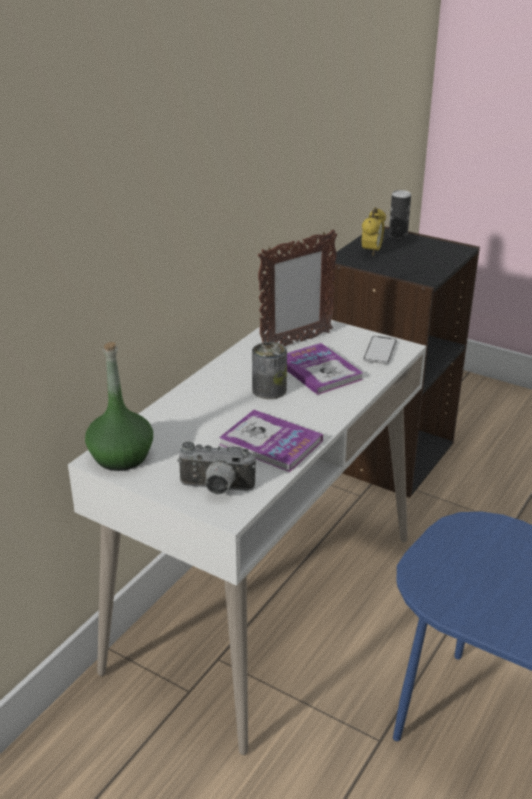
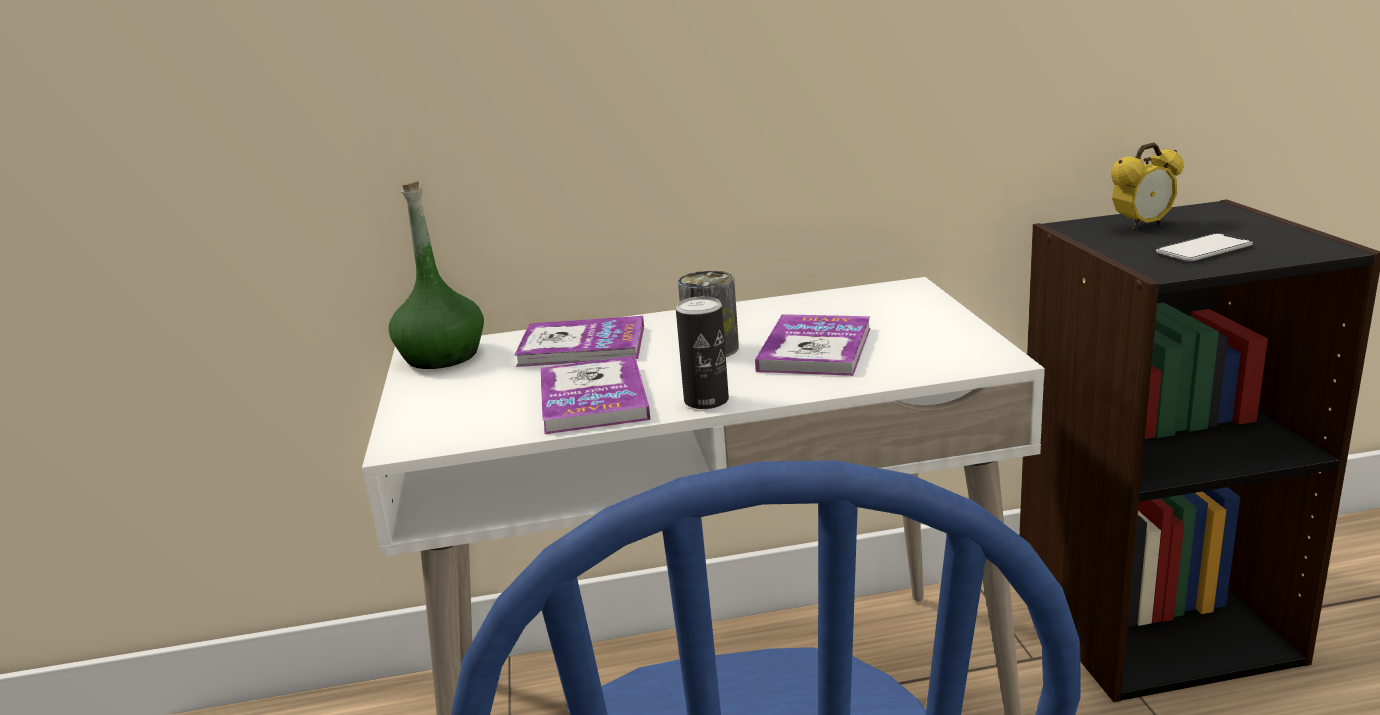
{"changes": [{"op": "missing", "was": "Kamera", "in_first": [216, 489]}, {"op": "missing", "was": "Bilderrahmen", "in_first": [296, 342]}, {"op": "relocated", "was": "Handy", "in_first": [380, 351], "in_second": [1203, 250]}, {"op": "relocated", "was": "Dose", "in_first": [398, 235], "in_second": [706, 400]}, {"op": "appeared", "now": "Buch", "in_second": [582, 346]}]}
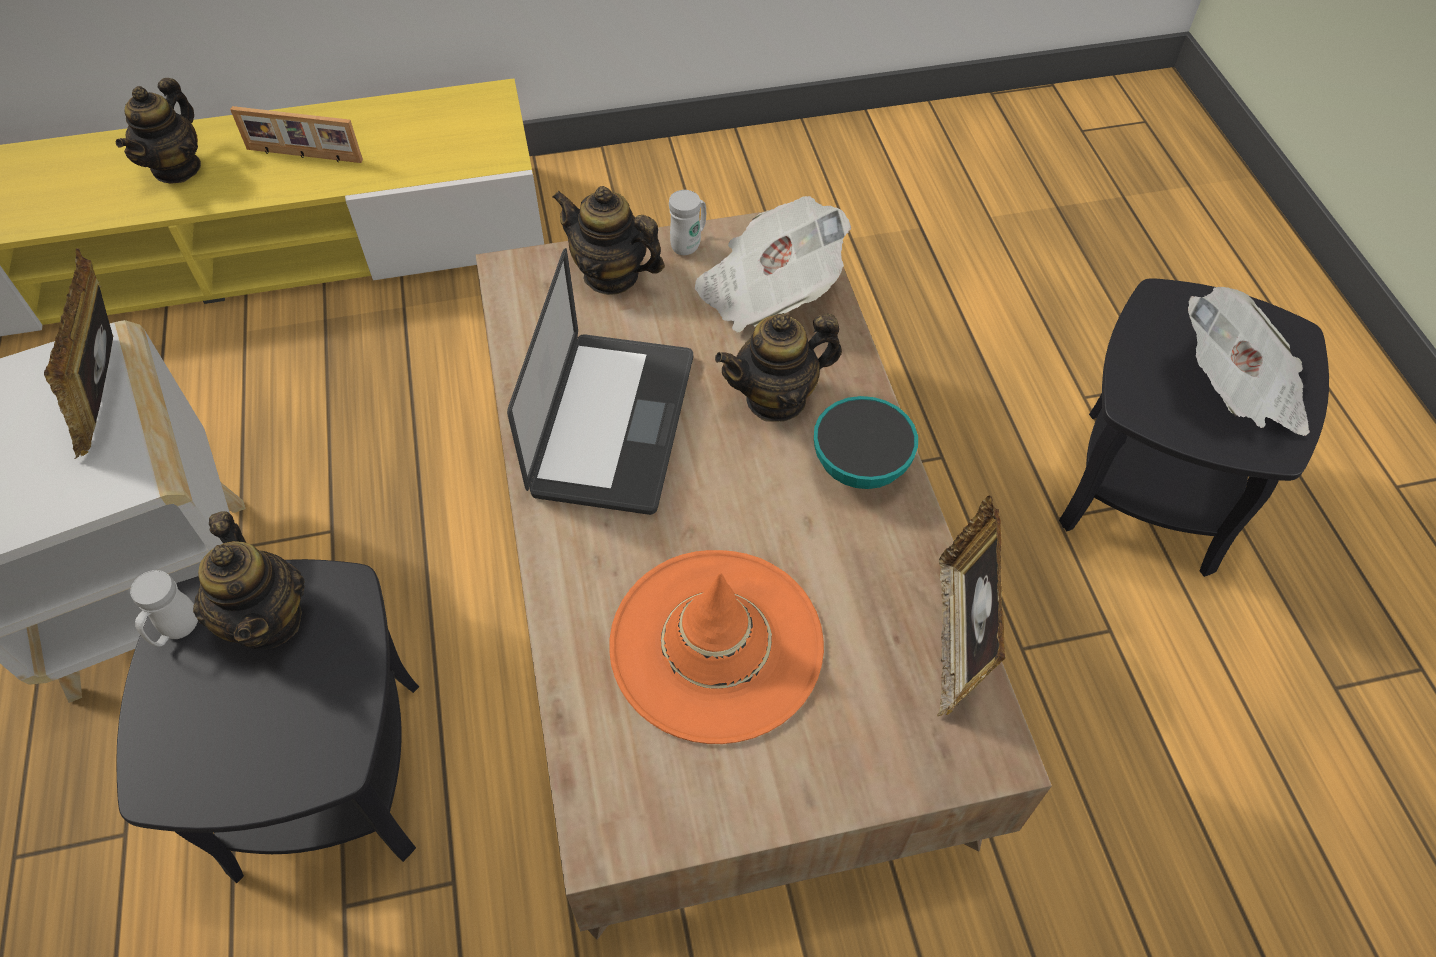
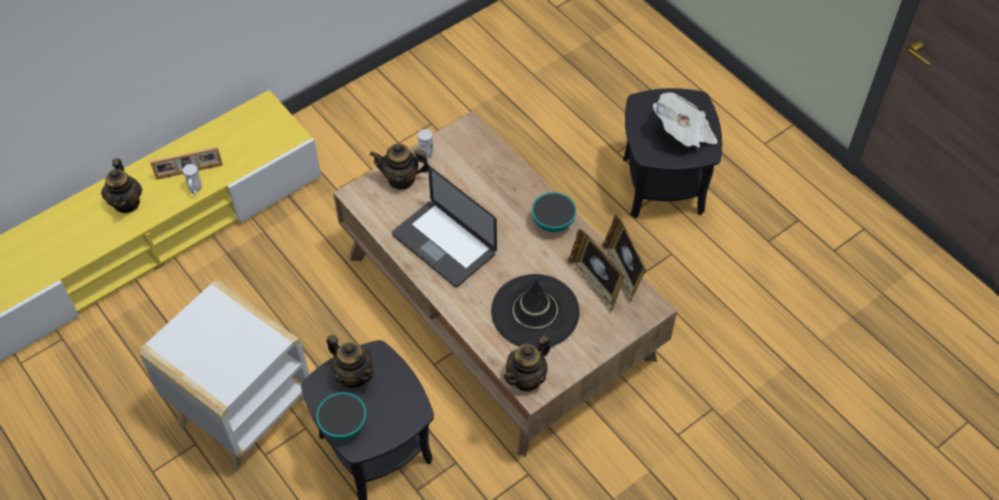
{"changes": [{"op": "relocated", "was": "Bilderrahmen", "in_first": [111, 394], "in_second": [595, 284]}, {"op": "relocated", "was": "Henkelbecher/weiß", "in_first": [177, 631], "in_second": [195, 189]}, {"op": "spun", "was": "Laptop", "in_first": [613, 424], "in_second": [444, 244], "clockwise": 150}, {"op": "colour", "was": "Hut/orange", "now": "Hut/schwarz", "in_first": [716, 644], "in_second": [535, 312]}, {"op": "missing", "was": "Zeitung", "in_first": [768, 291]}, {"op": "relocated", "was": "Teekanne", "in_first": [776, 398], "in_second": [527, 378]}, {"op": "appeared", "now": "Schüssel", "in_second": [343, 425]}]}
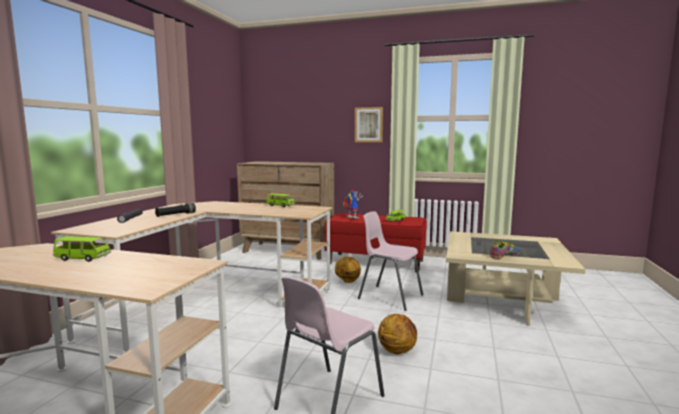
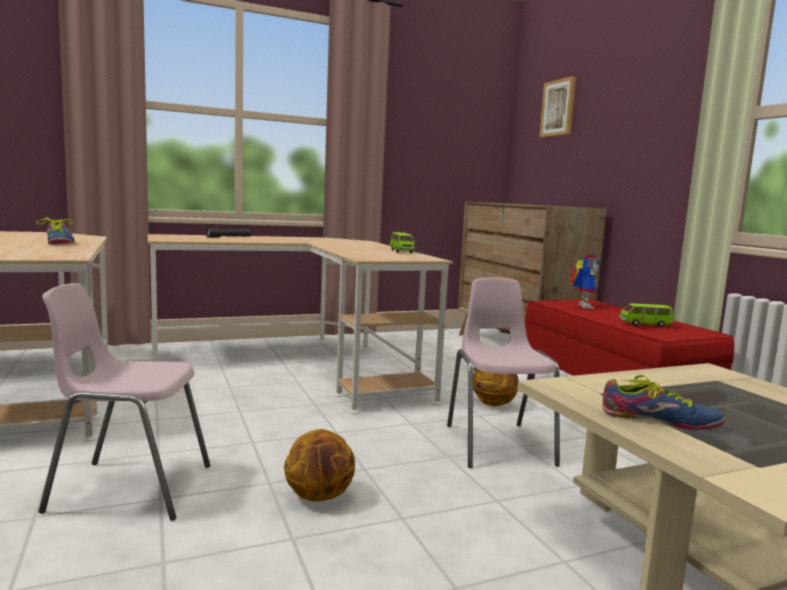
{"changes": [{"op": "exchanged", "was": "Spielzeugauto/grün", "now": "Schuh", "in_first": [83, 258], "in_second": [59, 243]}, {"op": "missing", "was": "Taschenlampe/schwarz", "in_first": [176, 215]}, {"op": "relocated", "was": "Bild", "in_first": [368, 124], "in_second": [558, 108]}]}
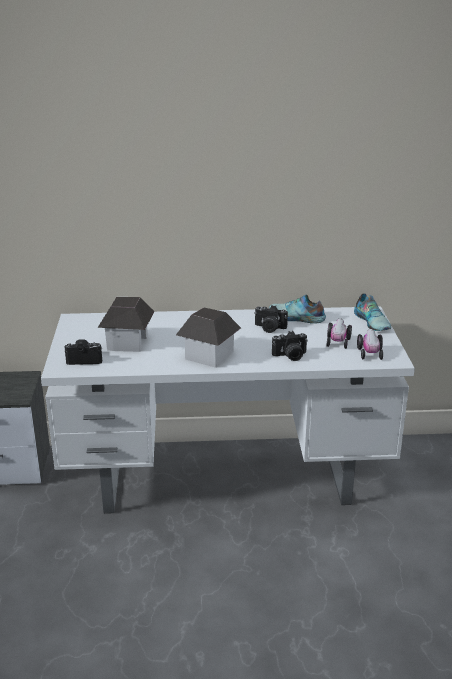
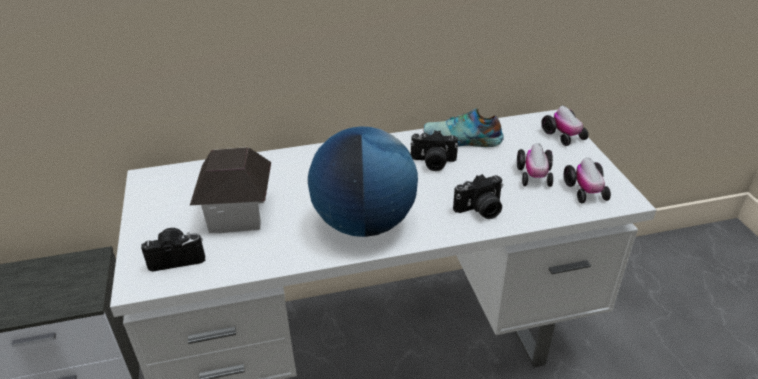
{"changes": [{"op": "exchanged", "was": "Spielzeughaus", "now": "Globus", "in_first": [209, 355], "in_second": [364, 223]}, {"op": "exchanged", "was": "Schuh", "now": "Spielzeugauto", "in_first": [373, 321], "in_second": [563, 135]}]}
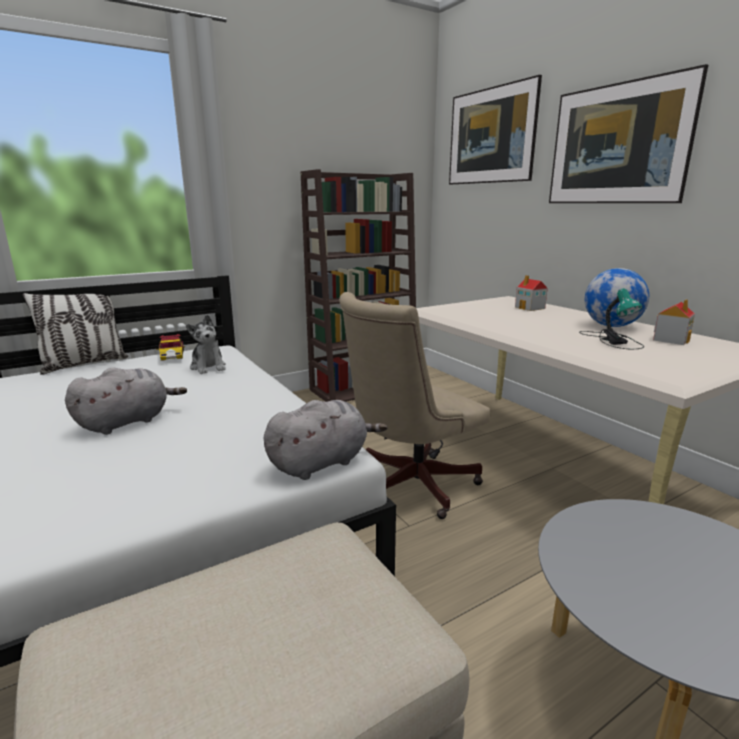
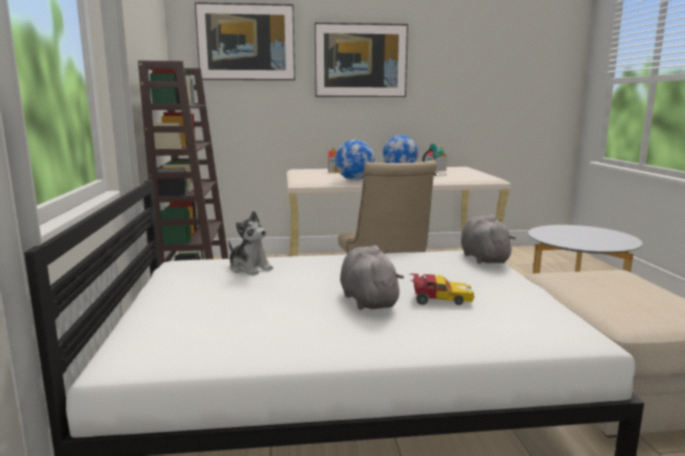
{"changes": [{"op": "missing", "was": "Kissen", "in_first": [84, 364]}, {"op": "relocated", "was": "Spielzeugauto", "in_first": [172, 355], "in_second": [439, 299]}, {"op": "spun", "was": "Plüschtier", "in_first": [208, 367], "in_second": [249, 268], "clockwise": 45}, {"op": "appeared", "now": "Globus", "in_second": [354, 180]}]}
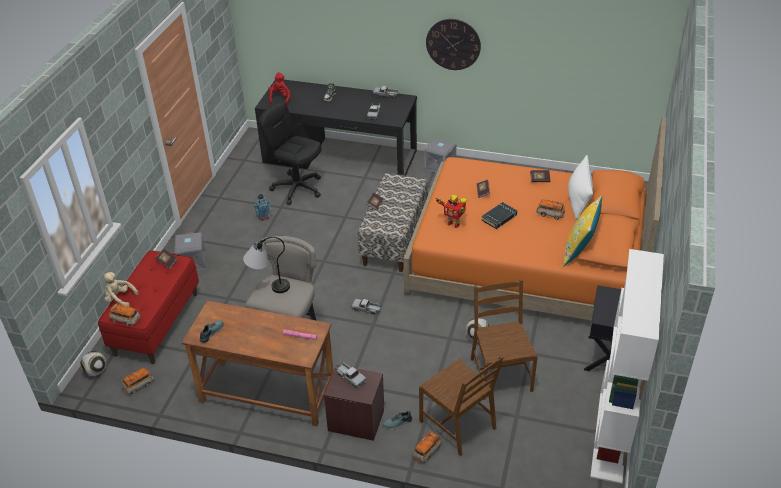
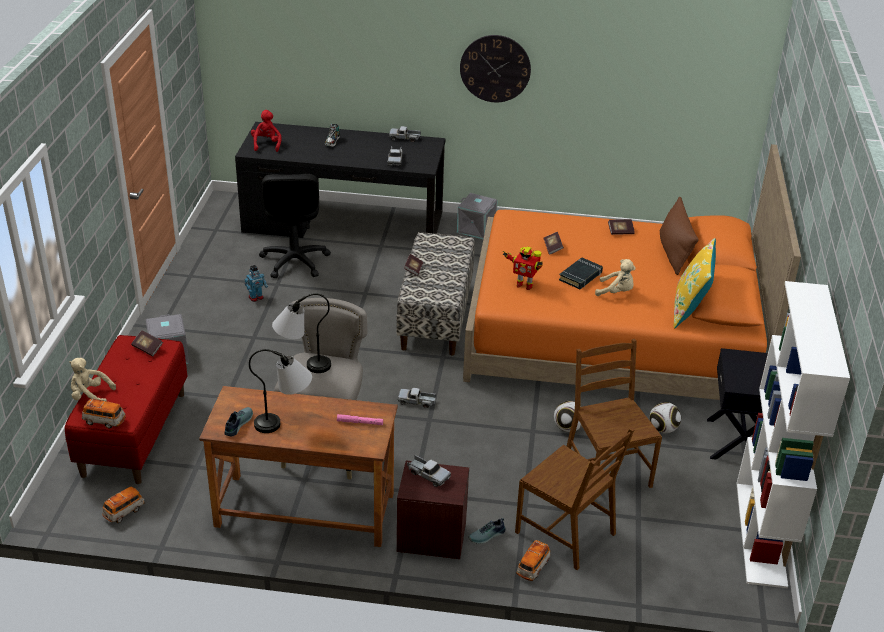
{"changes": [{"op": "relocated", "was": "Fußball", "in_first": [96, 371], "in_second": [662, 429]}, {"op": "spun", "was": "Bürostuhl/schwarz", "in_first": [297, 188], "in_second": [294, 261], "clockwise": -120}, {"op": "missing", "was": "Spielzeugauto", "in_first": [550, 214]}, {"op": "colour", "was": "Kissen/weiß", "now": "Kissen/braun", "in_first": [578, 199], "in_second": [674, 252]}, {"op": "appeared", "now": "Tischlampe", "in_second": [285, 422]}, {"op": "appeared", "now": "Plüschtier/beige", "in_second": [616, 292]}]}
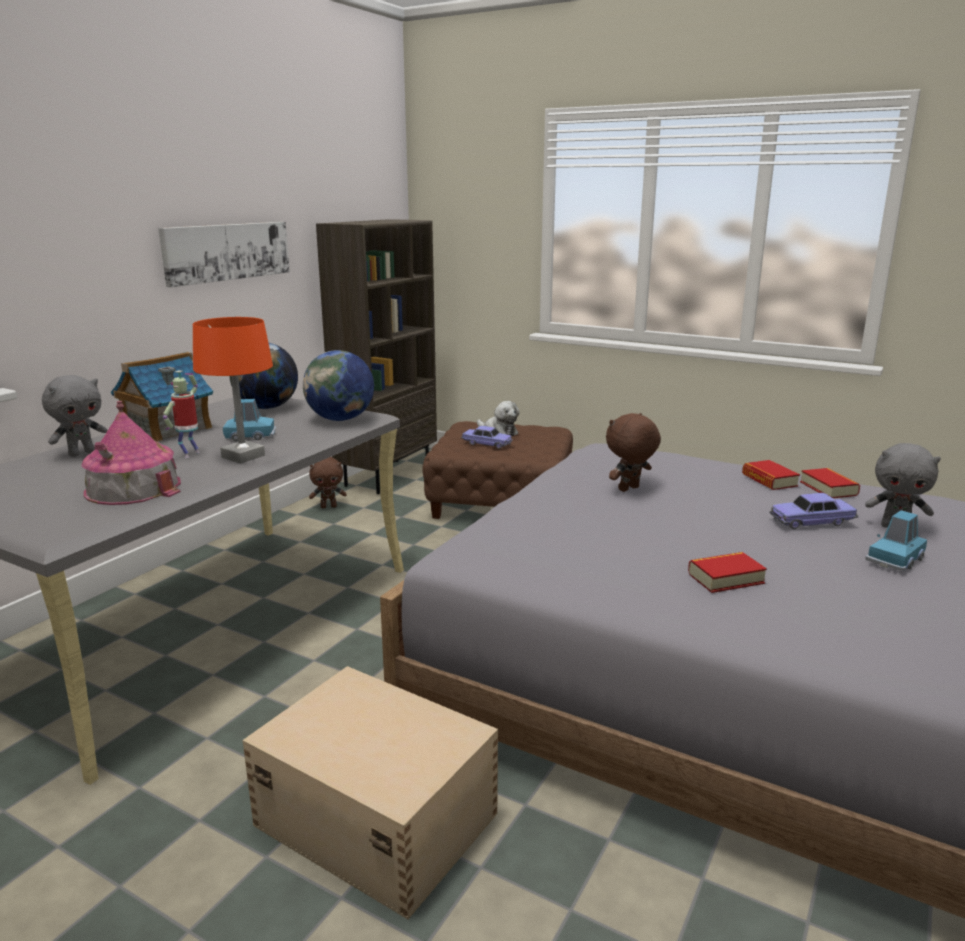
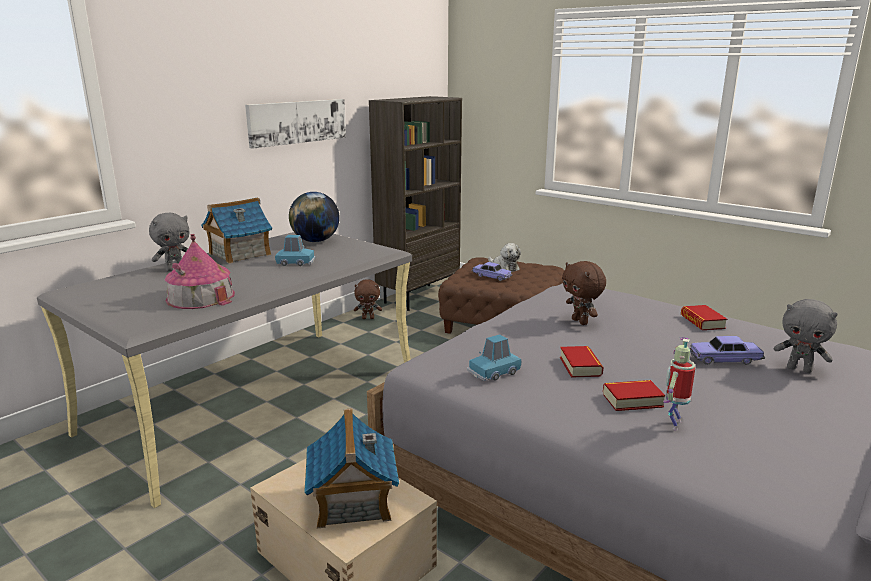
{"changes": [{"op": "relocated", "was": "Spielzeugroboter", "in_first": [190, 454], "in_second": [673, 424]}, {"op": "missing", "was": "Tischlampe/orange", "in_first": [243, 456]}, {"op": "missing", "was": "Globus", "in_first": [341, 419]}, {"op": "spun", "was": "Plüschtier/braun", "in_first": [629, 489], "in_second": [580, 322], "clockwise": -90}, {"op": "relocated", "was": "Buch", "in_first": [828, 488], "in_second": [580, 366]}, {"op": "relocated", "was": "Spielzeugauto/blau", "in_first": [895, 559], "in_second": [494, 372]}, {"op": "appeared", "now": "Spielzeughaus", "in_second": [352, 501]}]}
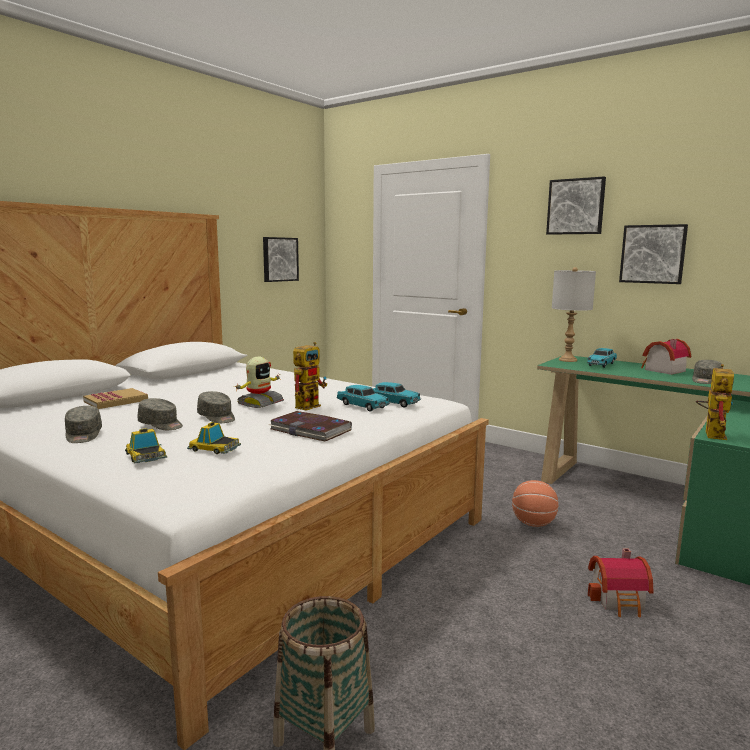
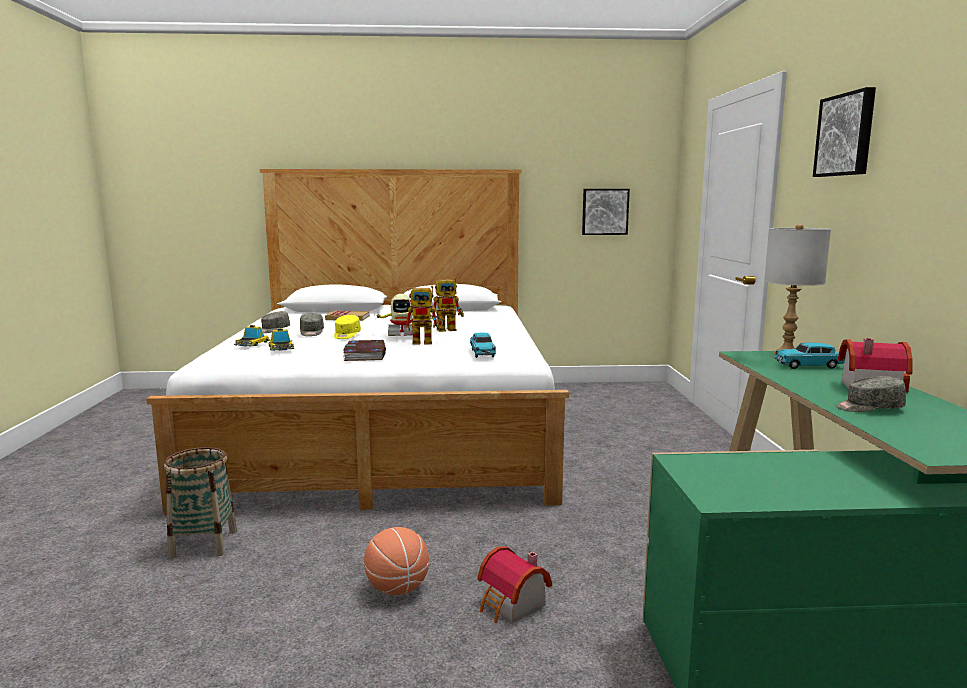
{"changes": [{"op": "colour", "was": "Kappe/grau", "now": "Kappe/gelb", "in_first": [217, 417], "in_second": [346, 335]}, {"op": "missing", "was": "Spielzeugauto/türkis", "in_first": [362, 406]}, {"op": "relocated", "was": "Basketball", "in_first": [533, 523], "in_second": [397, 589]}, {"op": "missing", "was": "Bild", "in_first": [653, 254]}, {"op": "relocated", "was": "Spielzeugroboter", "in_first": [711, 433], "in_second": [450, 329]}]}
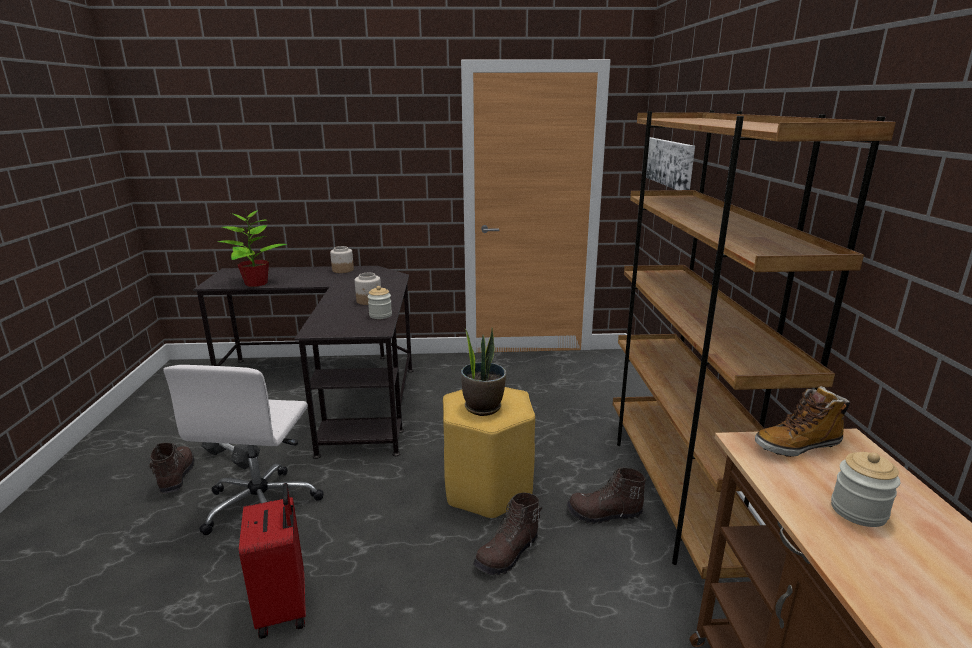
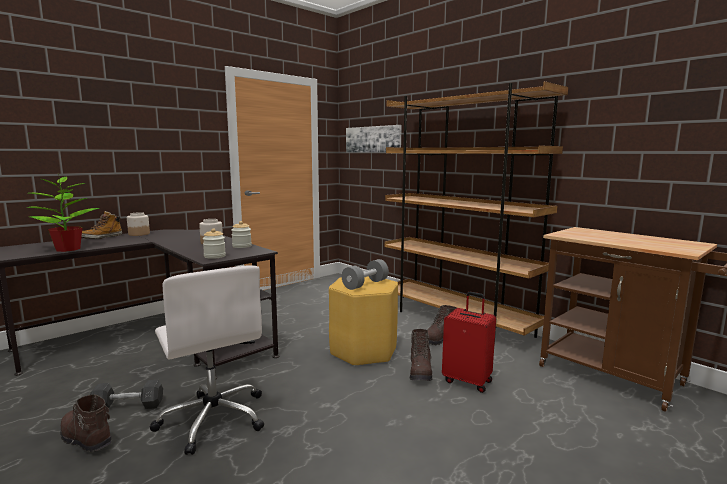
{"changes": [{"op": "relocated", "was": "Koffer/rot", "in_first": [284, 608], "in_second": [467, 381]}, {"op": "exchanged", "was": "Topfpflanze", "now": "Hantel/grau", "in_first": [483, 407], "in_second": [365, 284]}, {"op": "relocated", "was": "Stiefel", "in_first": [797, 445], "in_second": [102, 237]}, {"op": "relocated", "was": "Vorratsglas", "in_first": [858, 511], "in_second": [214, 256]}]}
